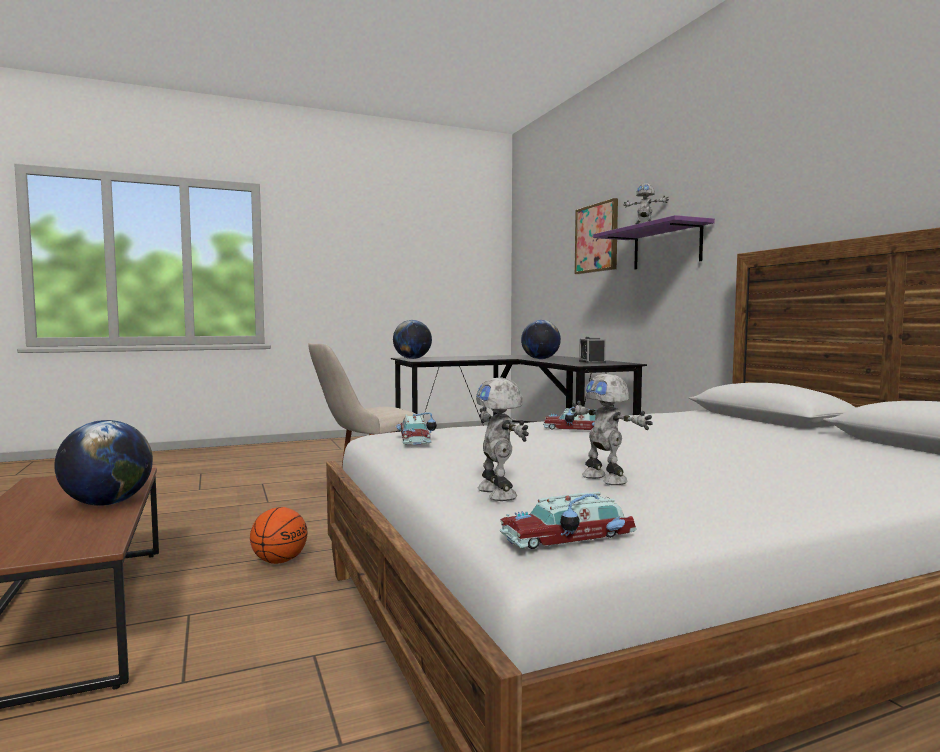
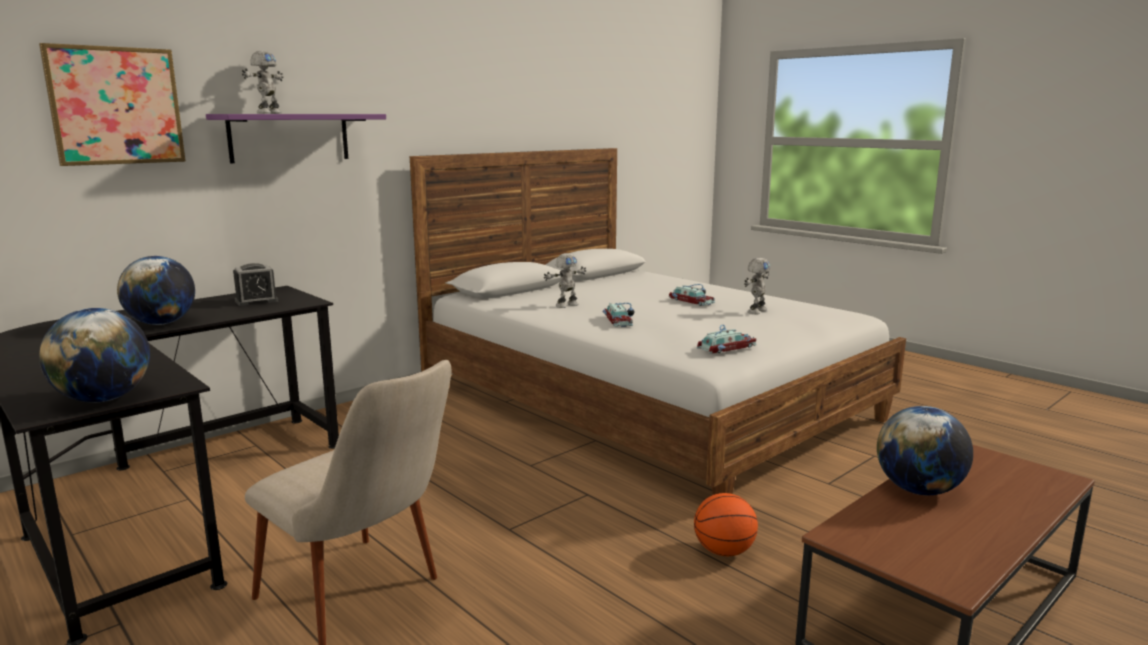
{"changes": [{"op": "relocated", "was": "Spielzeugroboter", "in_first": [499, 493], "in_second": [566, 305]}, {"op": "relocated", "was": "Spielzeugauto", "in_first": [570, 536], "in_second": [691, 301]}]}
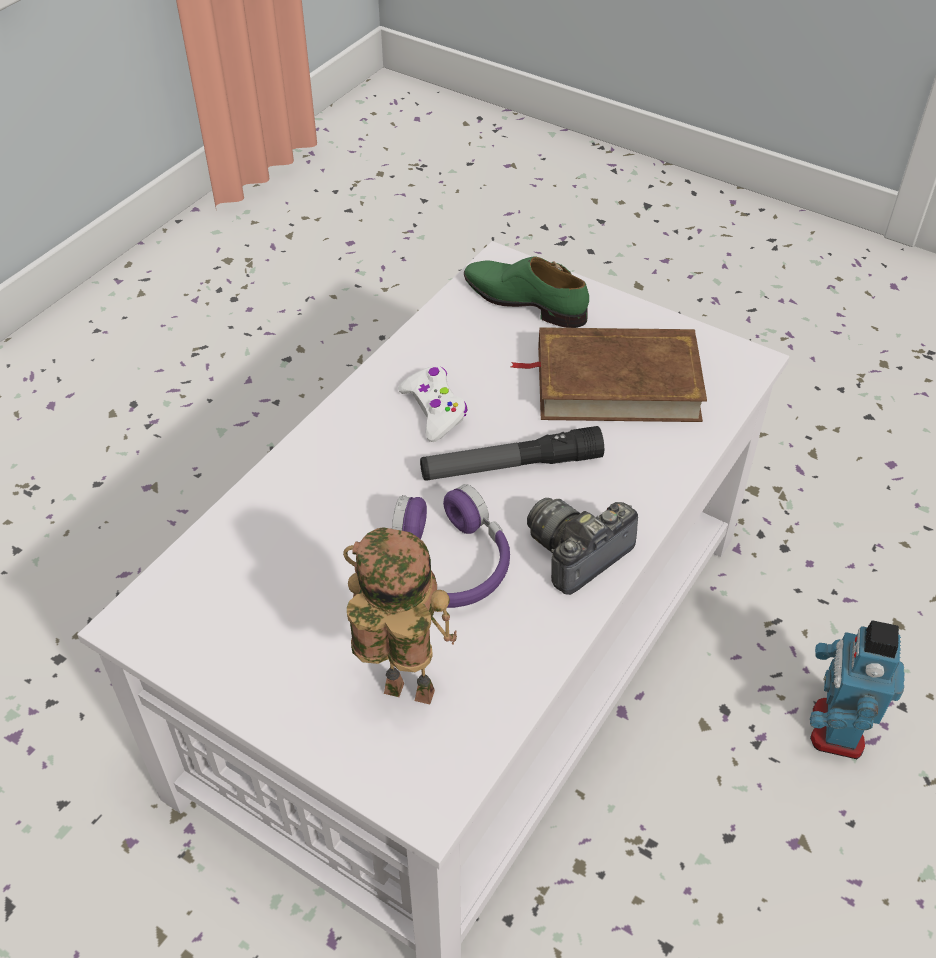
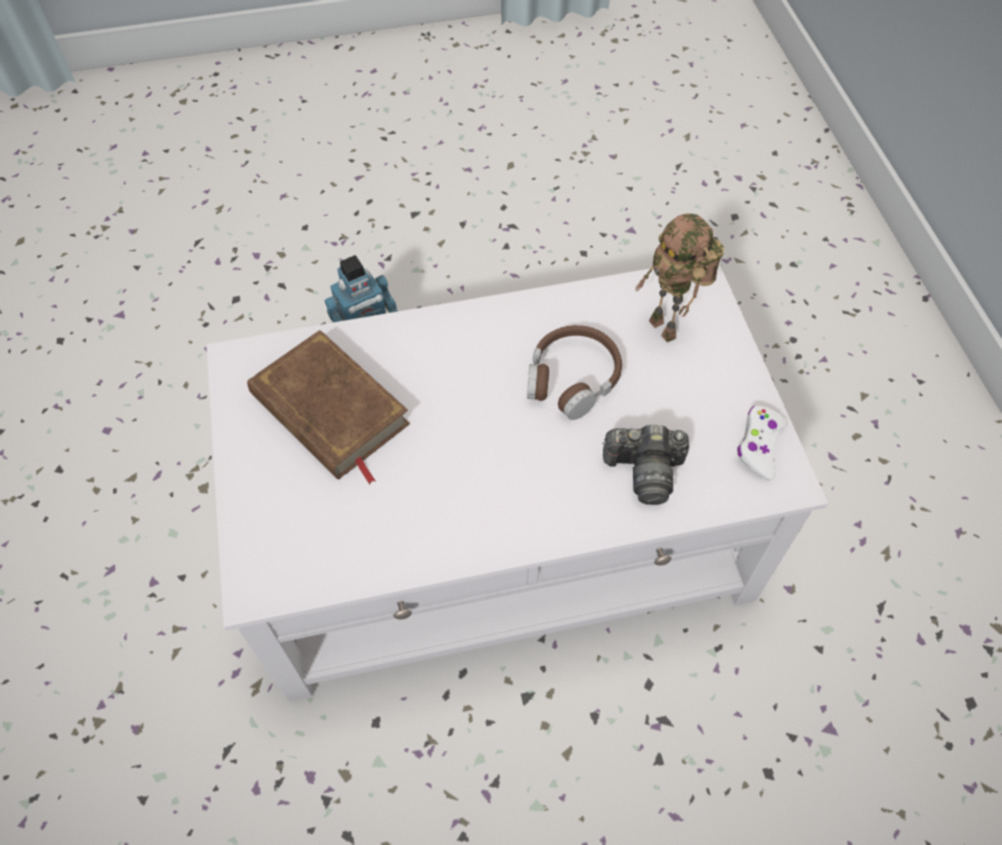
{"changes": [{"op": "colour", "was": "Kopfhörer/lila", "now": "Kopfhörer/braun", "in_first": [447, 562], "in_second": [572, 378]}, {"op": "relocated", "was": "Gamepad/weiß", "in_first": [434, 410], "in_second": [759, 446]}, {"op": "missing", "was": "Taschenlampe", "in_first": [511, 466]}, {"op": "missing", "was": "Schuh/grün", "in_first": [525, 301]}, {"op": "relocated", "was": "Kamera", "in_first": [578, 553], "in_second": [644, 471]}]}
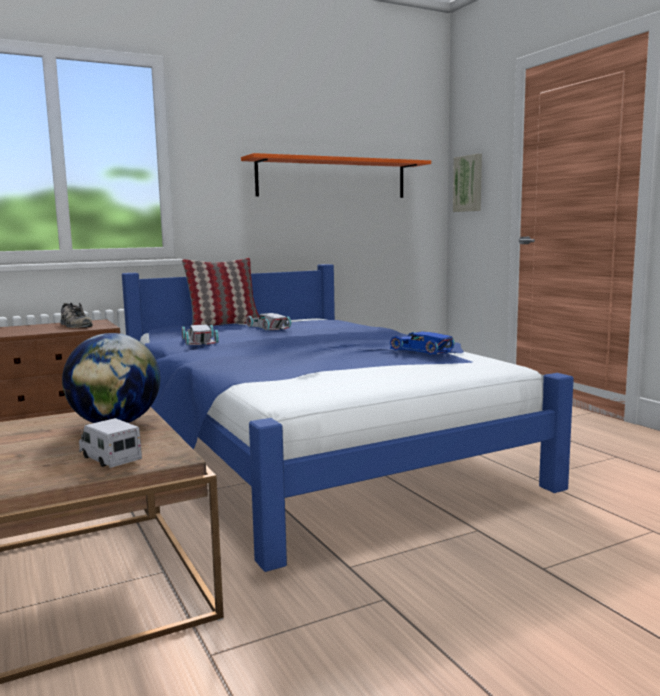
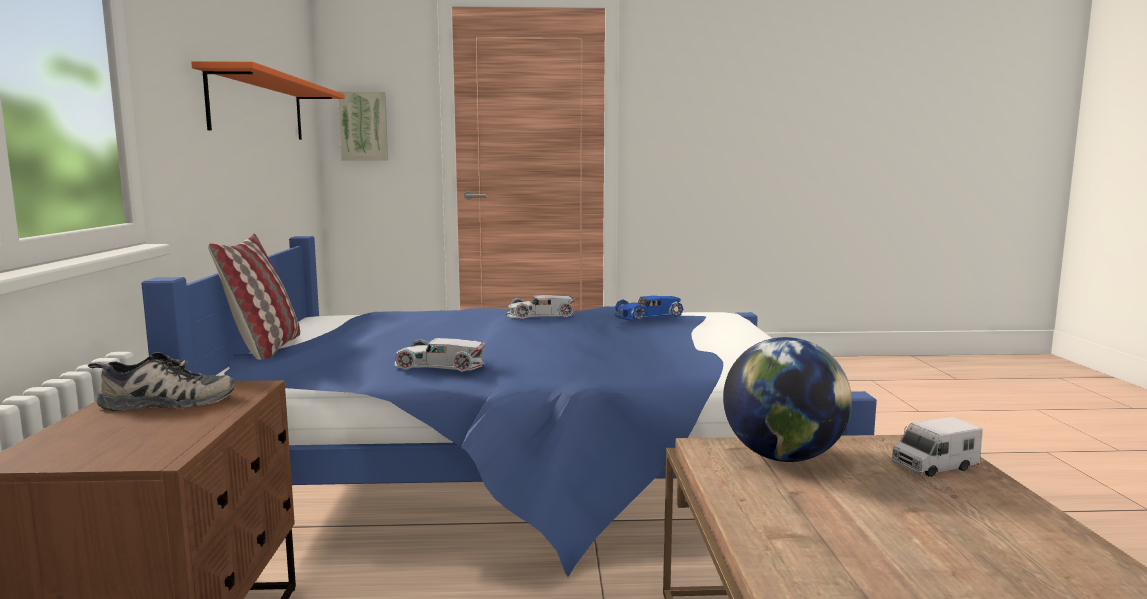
{"changes": [{"op": "relocated", "was": "Spielzeugauto/weiß", "in_first": [268, 327], "in_second": [540, 314]}]}
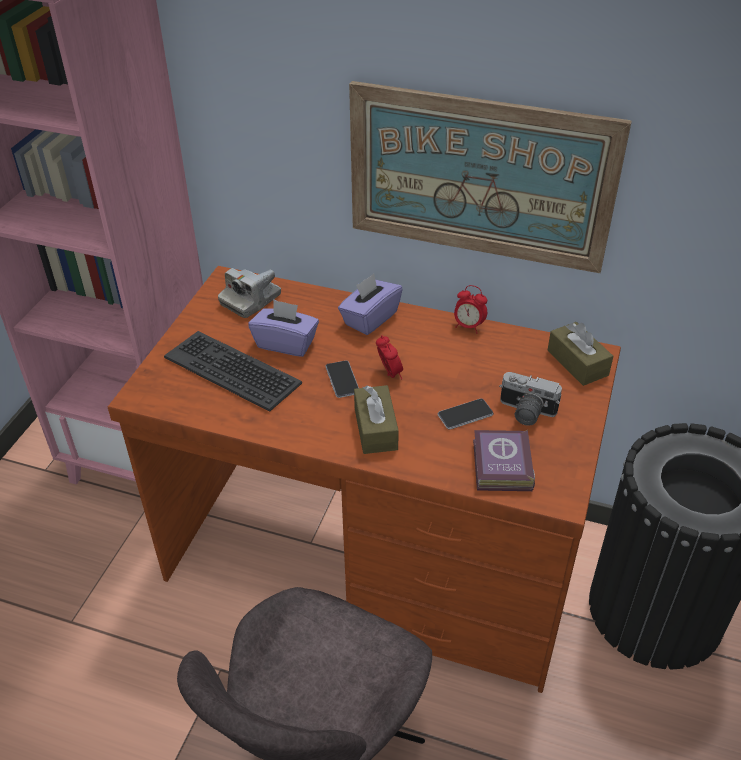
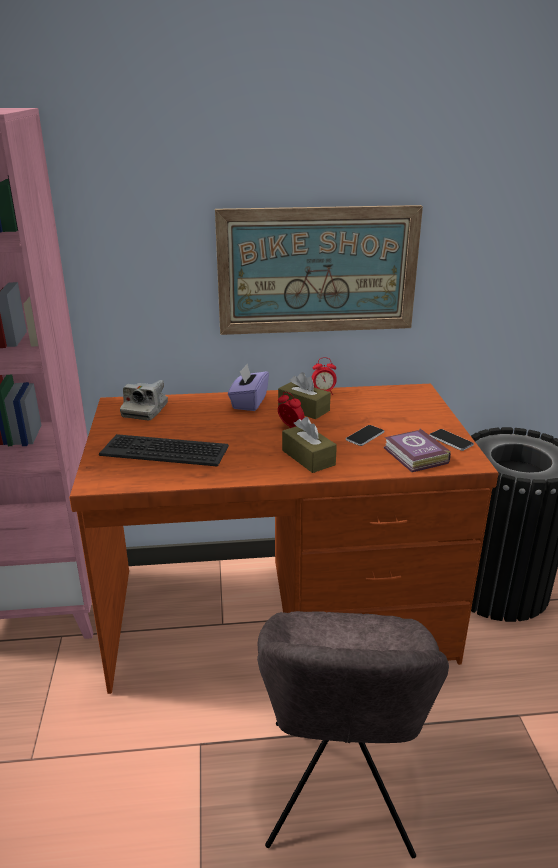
{"changes": [{"op": "missing", "was": "Taschentuchbox/lila", "in_first": [286, 343]}, {"op": "relocated", "was": "Handy", "in_first": [342, 380], "in_second": [450, 440]}, {"op": "missing", "was": "Kamera", "in_first": [525, 412]}, {"op": "relocated", "was": "Taschentuchbox/braun", "in_first": [577, 363], "in_second": [303, 409]}]}
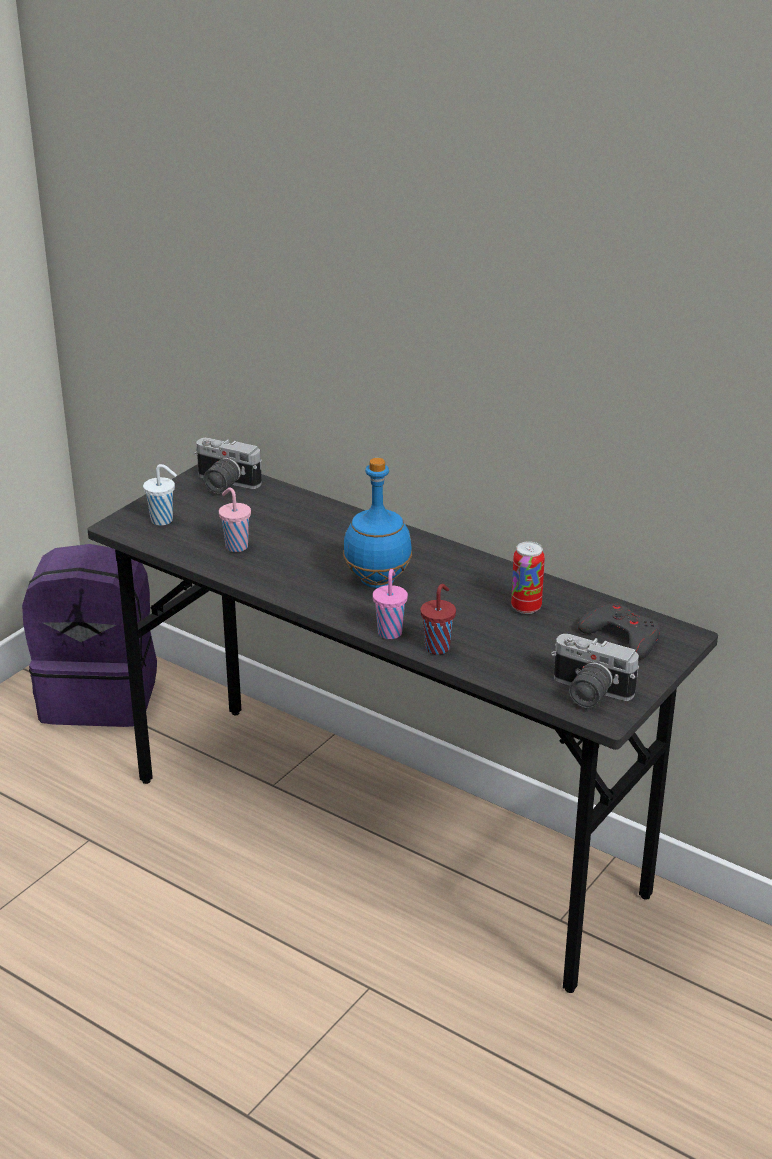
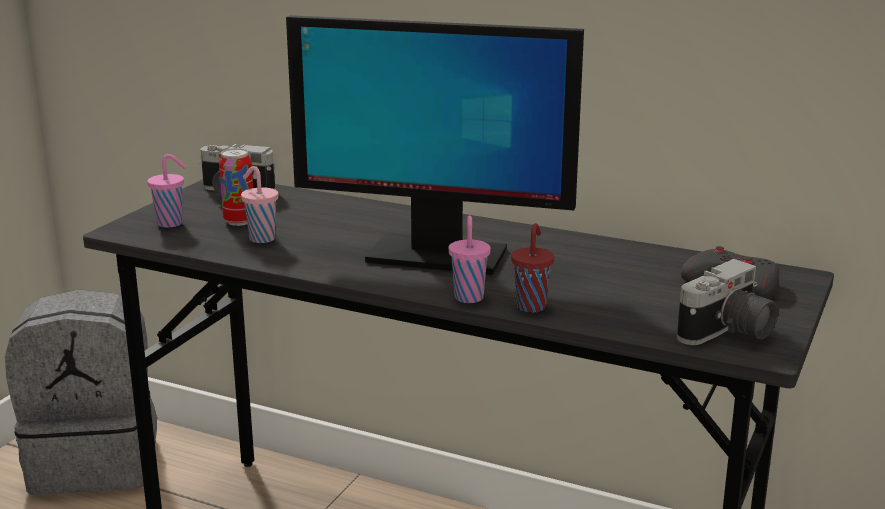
{"changes": [{"op": "colour", "was": "Rucksack/lila", "now": "Rucksack/grau", "in_first": [101, 695], "in_second": [96, 461]}, {"op": "colour", "was": "Tasse/weiß", "now": "Tasse/rosa", "in_first": [163, 520], "in_second": [171, 223]}, {"op": "exchanged", "was": "Flasche/blau", "now": "Monitor", "in_first": [378, 581], "in_second": [435, 255]}, {"op": "relocated", "was": "Dose", "in_first": [526, 607], "in_second": [239, 221]}, {"op": "spun", "was": "Kamera", "in_first": [587, 693], "in_second": [729, 334], "clockwise": -60}]}
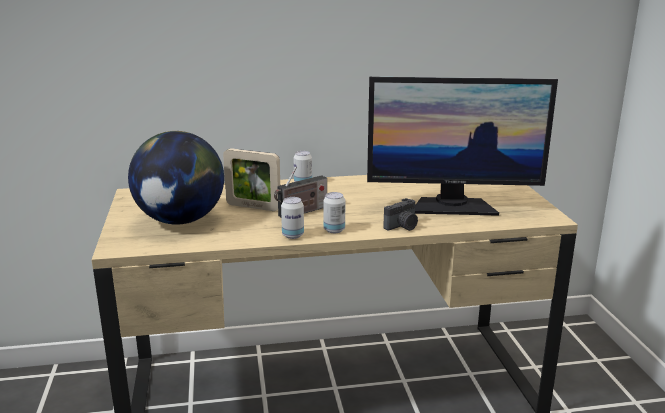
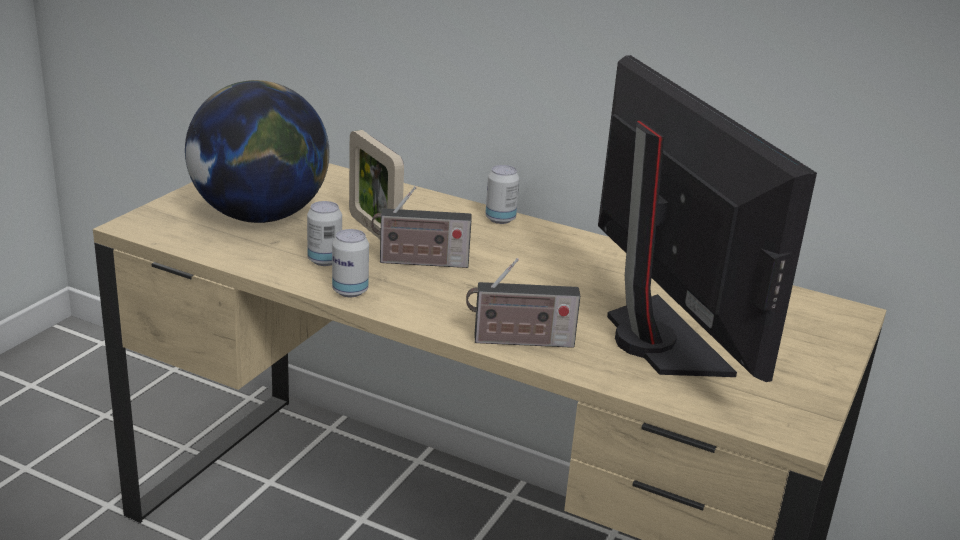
{"changes": [{"op": "relocated", "was": "Dose", "in_first": [334, 230], "in_second": [324, 260]}, {"op": "spun", "was": "Monitor", "in_first": [452, 206], "in_second": [658, 340], "clockwise": -150}, {"op": "exchanged", "was": "Kamera", "now": "Radio", "in_first": [402, 226], "in_second": [518, 341]}]}
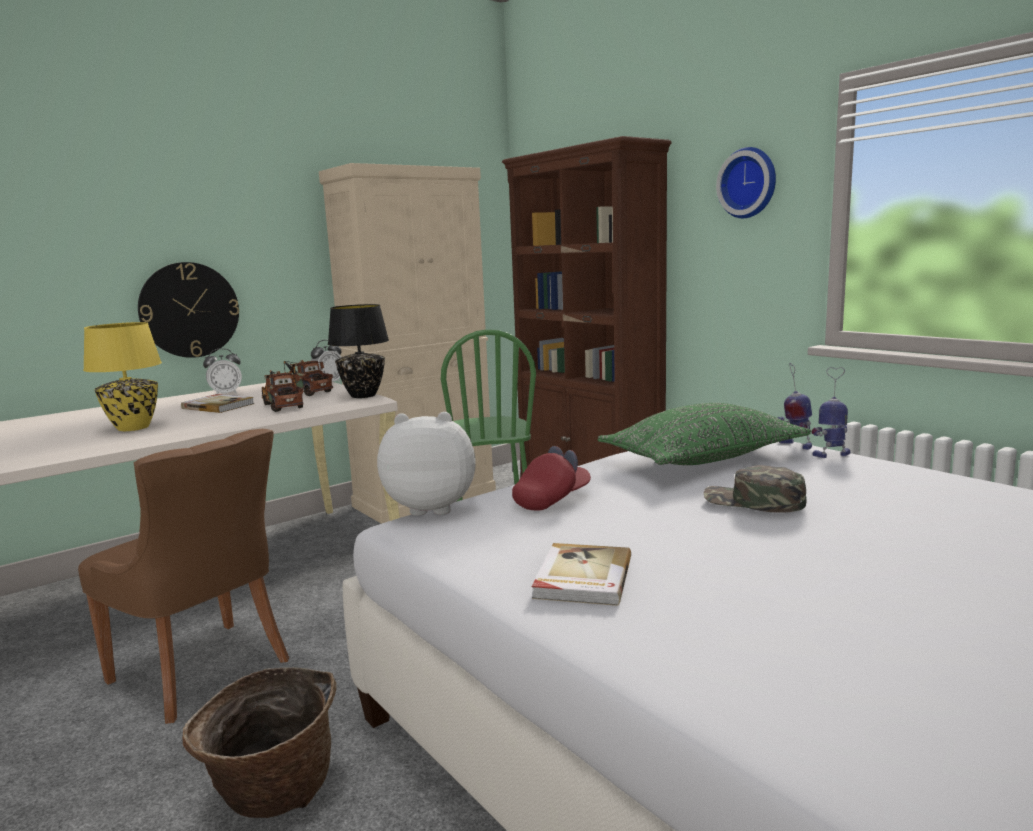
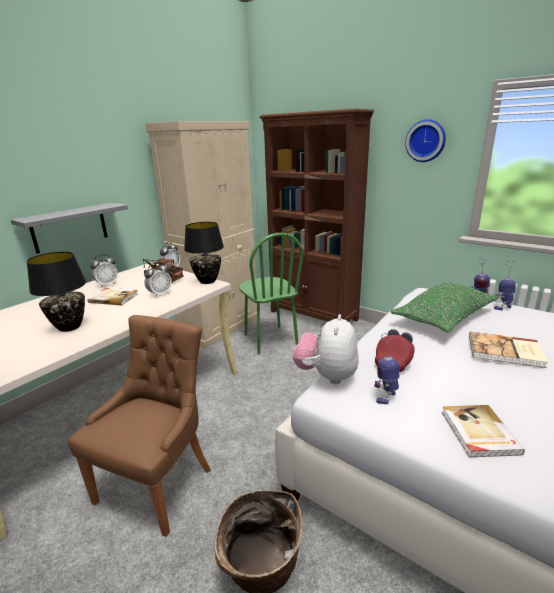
{"changes": [{"op": "spun", "was": "Stuhl/braun", "in_first": [204, 672], "in_second": [158, 482], "clockwise": -90}, {"op": "colour", "was": "Tischlampe/gelb", "now": "Tischlampe/schwarz", "in_first": [134, 427], "in_second": [70, 327]}, {"op": "exchanged", "was": "Wanduhr", "now": "Wandregal/grau", "in_first": [189, 310], "in_second": [70, 227]}, {"op": "exchanged", "was": "Spielzeuglaster", "now": "Wecker", "in_first": [282, 405], "in_second": [160, 294]}, {"op": "spun", "was": "Plüschtier", "in_first": [432, 507], "in_second": [327, 376], "clockwise": -60}, {"op": "exchanged", "was": "Kappe/grün", "now": "Buch", "in_first": [753, 501], "in_second": [505, 351]}, {"op": "appeared", "now": "Spielzeugroboter", "in_second": [386, 396]}]}
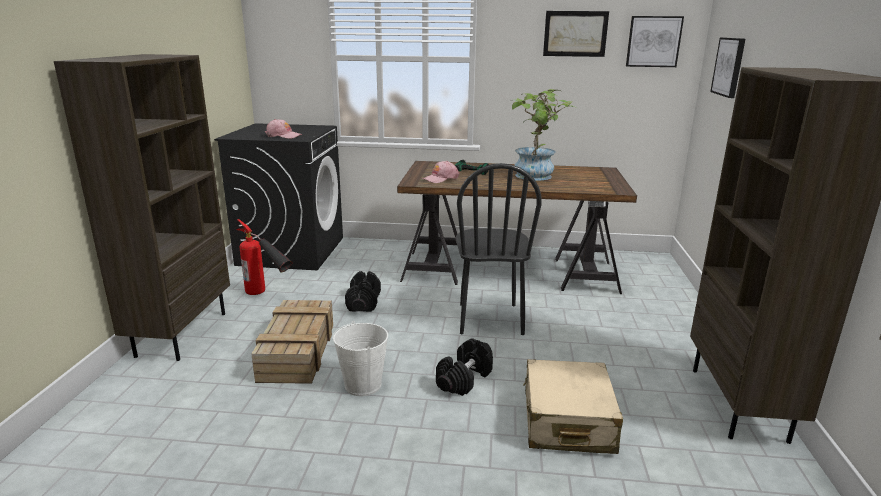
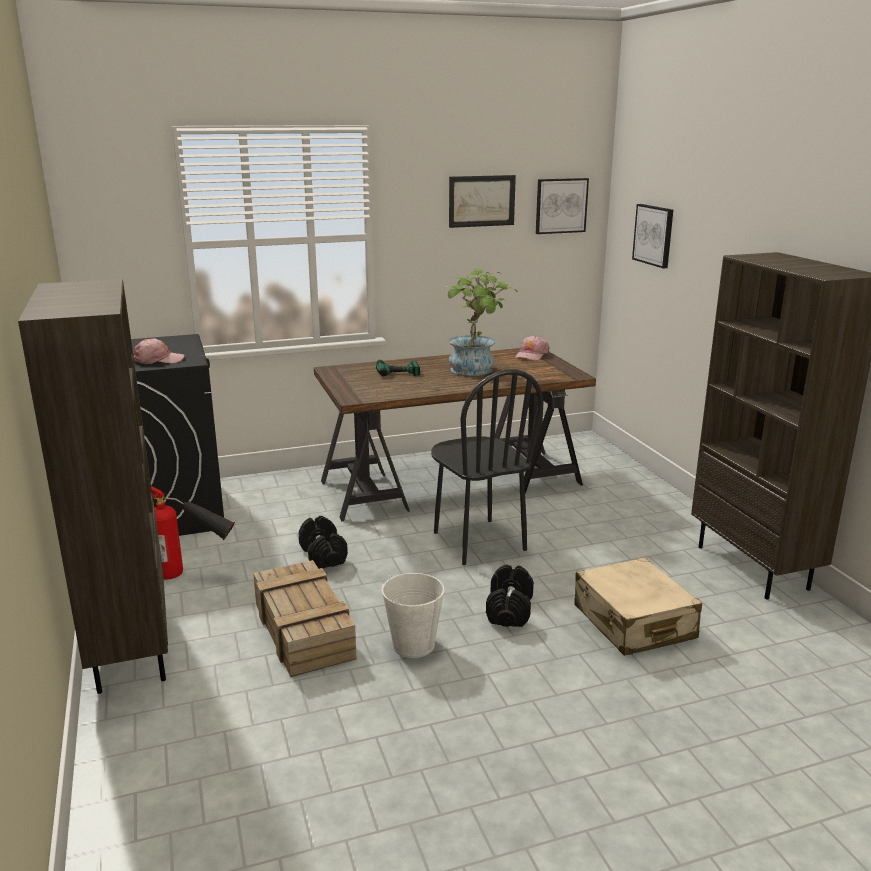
{"changes": [{"op": "relocated", "was": "Kappe/rosa", "in_first": [440, 179], "in_second": [531, 355]}]}
